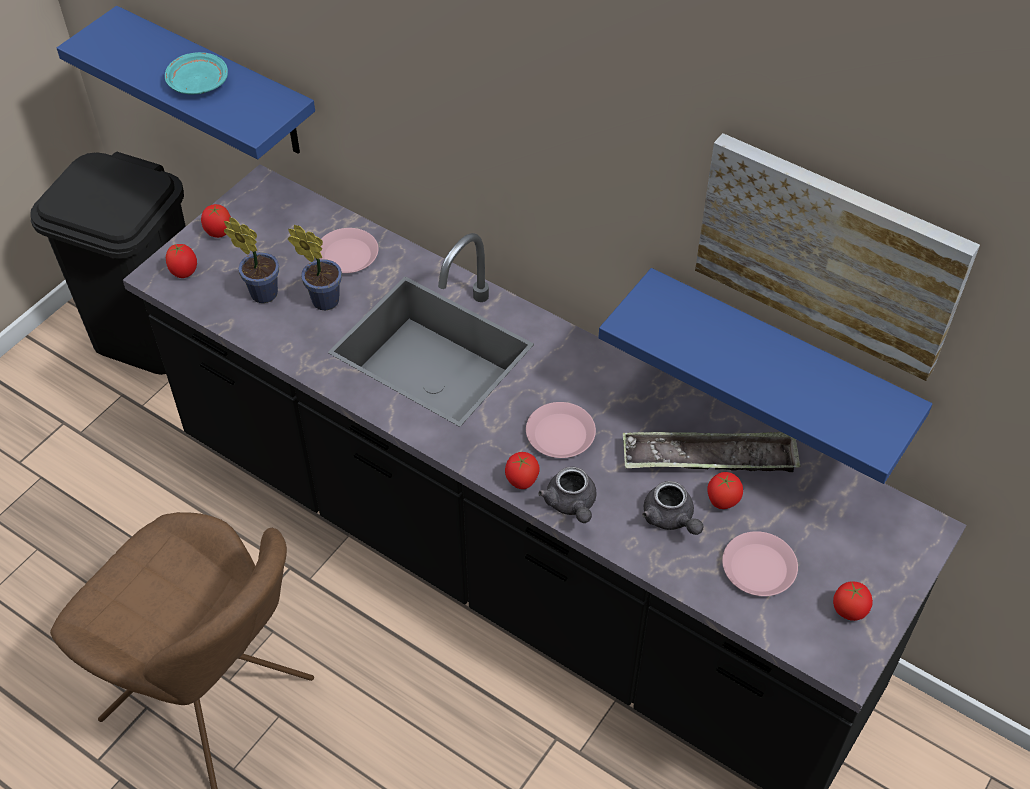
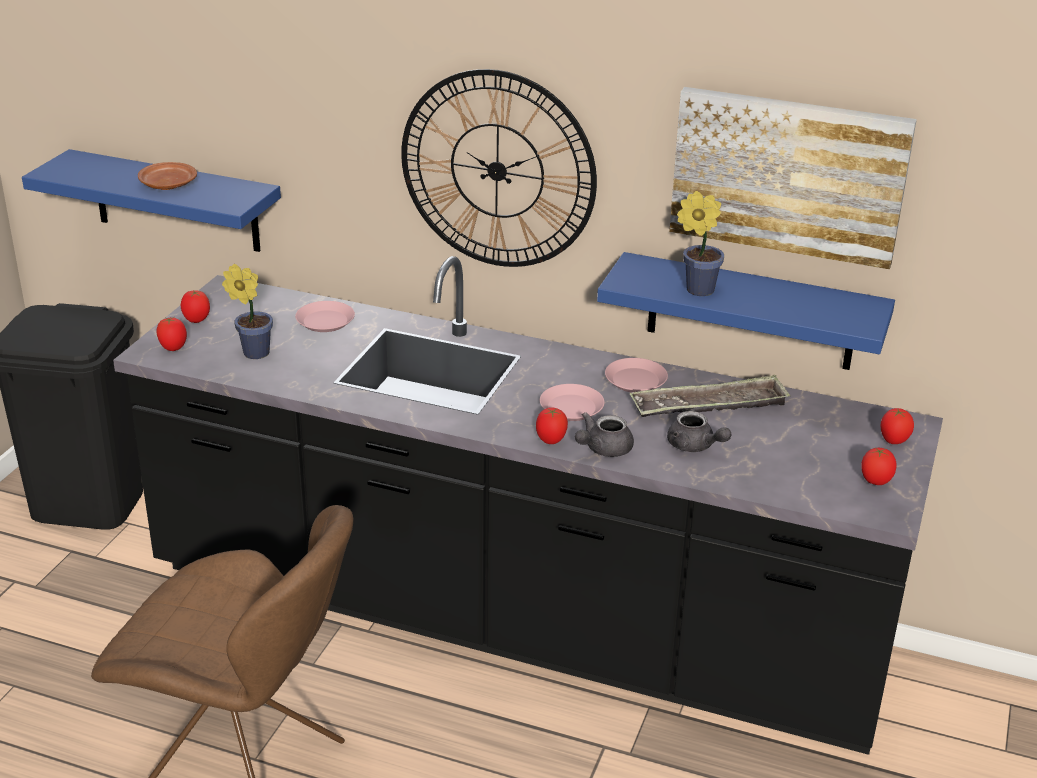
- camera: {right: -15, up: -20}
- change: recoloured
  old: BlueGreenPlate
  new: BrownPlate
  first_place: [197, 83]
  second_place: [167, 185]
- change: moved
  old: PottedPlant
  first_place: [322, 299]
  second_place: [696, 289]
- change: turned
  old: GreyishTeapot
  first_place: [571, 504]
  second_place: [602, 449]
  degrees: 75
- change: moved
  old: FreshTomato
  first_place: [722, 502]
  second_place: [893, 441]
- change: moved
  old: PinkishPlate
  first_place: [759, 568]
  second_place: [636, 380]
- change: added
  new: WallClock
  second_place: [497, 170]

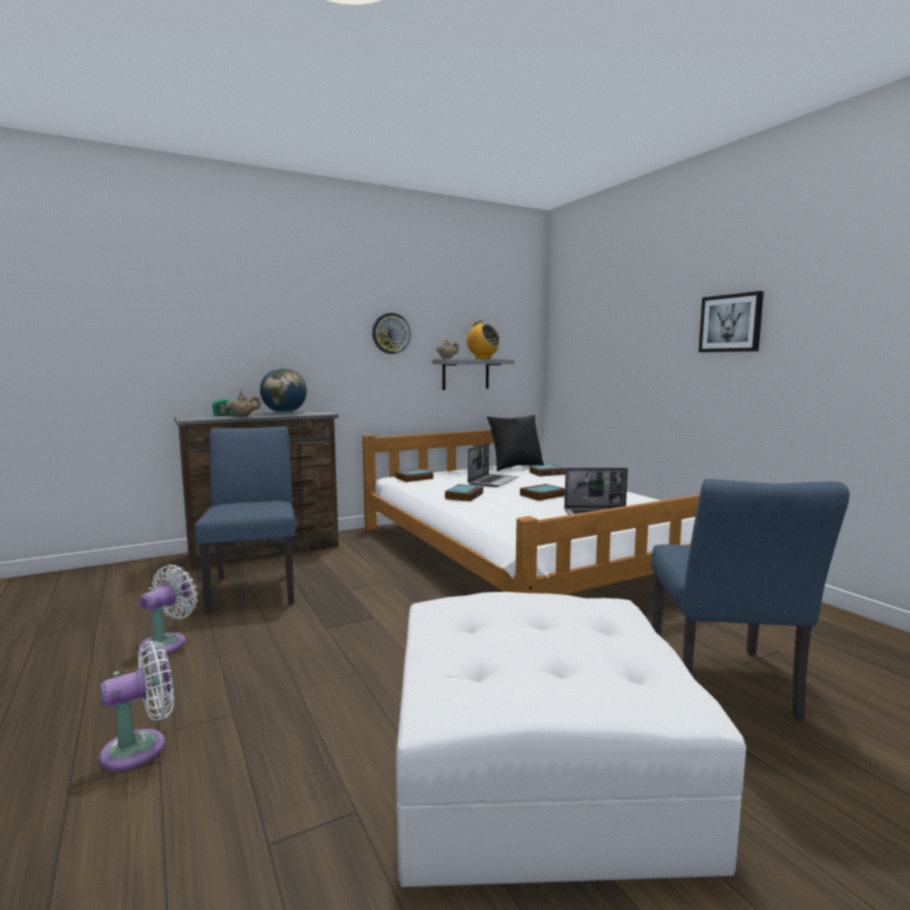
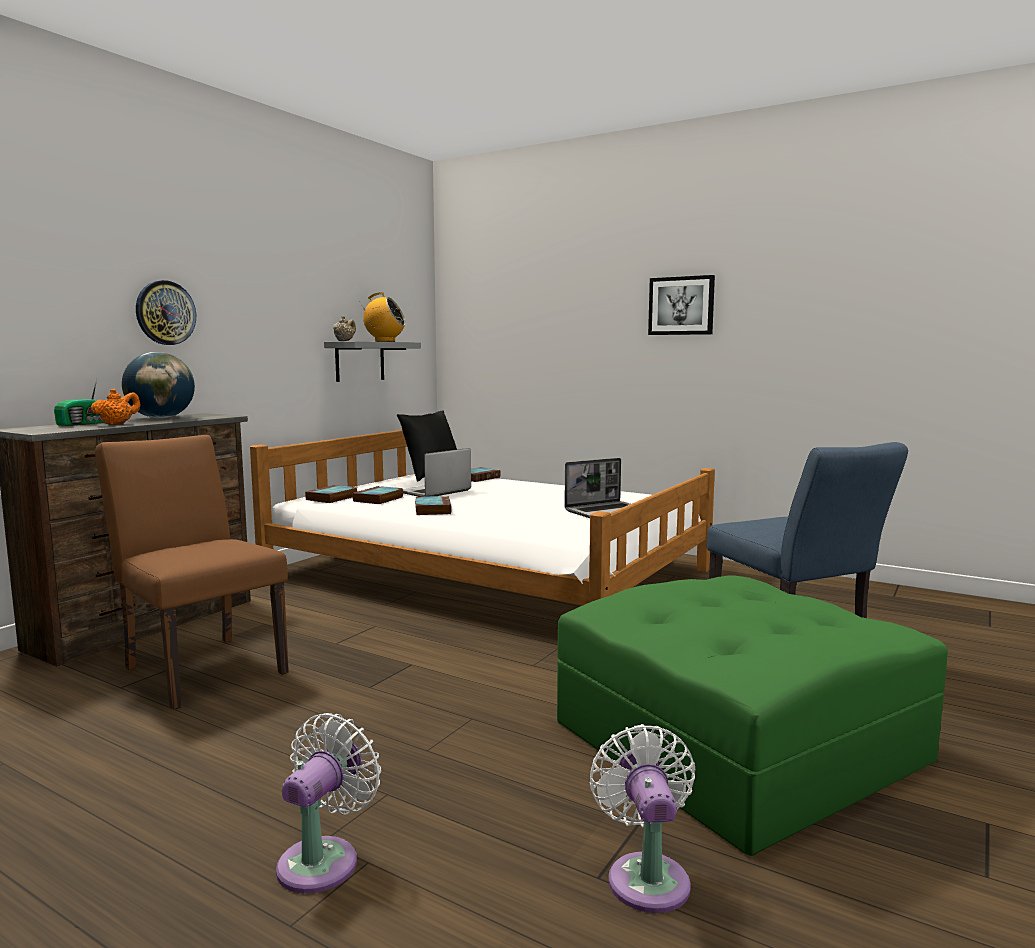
- camera: {right: -30, up: 0}
- change: moved
  old: WhiteColouredElectricFan
  first_place: [167, 643]
  second_place: [646, 876]
- change: recoloured
  old: BlueChair
  new: BrownChair
  first_place: [254, 587]
  second_place: [200, 666]
- change: recoloured
  old: BeigeTeapot
  new: OrangeTeapot
  first_place: [243, 416]
  second_place: [117, 424]
- change: moved
  old: WallClock
  first_place: [391, 333]
  second_place: [165, 313]
- change: recoloured
  old: WhiteColouredFootrest
  new: GreenColouredFootrest
  first_place: [539, 768]
  second_place: [738, 741]
- change: turned
  old: Laptop
  first_place: [493, 481]
  second_place: [435, 492]
  degrees: -135
- change: moved
  old: Volume
  first_place: [542, 496]
  second_place: [378, 499]

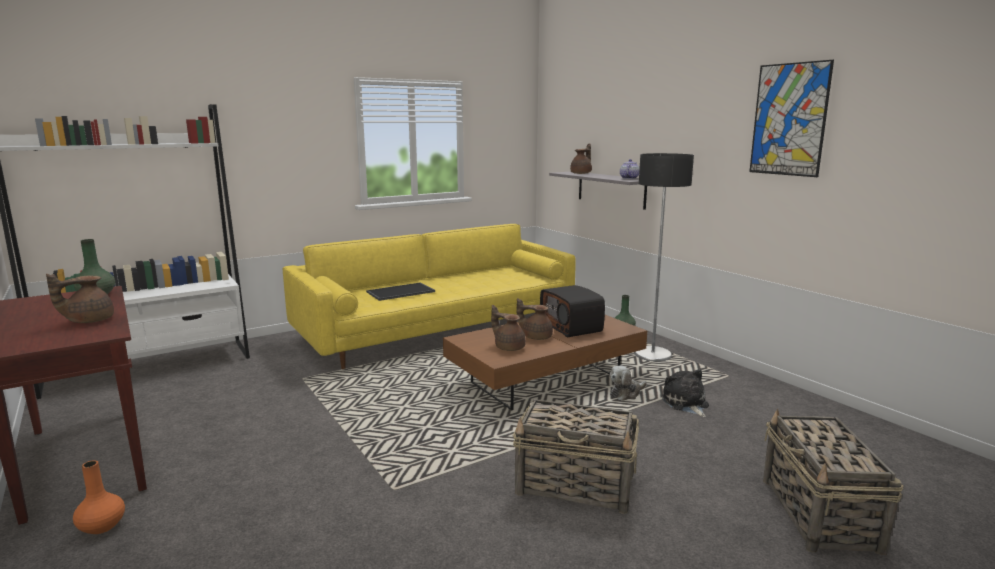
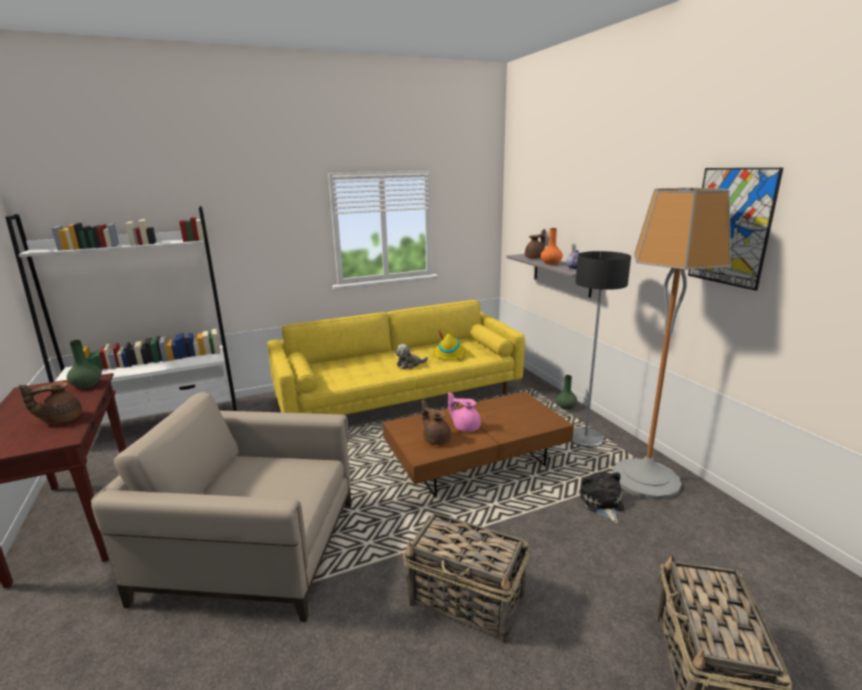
- camera: {right: 10, up: 5}
- change: moved
  old: OrangeDecorativeVase
  first_place: [102, 526]
  second_place: [551, 263]
- change: removed
  old: Tray
  first_place: [400, 292]
- change: recoloured
  old: BrownTeapot
  new: PinkishTeapot
  first_place: [536, 337]
  second_place: [465, 427]
- change: removed
  old: RadioSet
  first_place: [572, 327]
- change: moved
  old: SoftToy
  first_place: [626, 394]
  second_place: [409, 365]
- change: added
  new: BeigeArmchair
  second_place: [253, 550]
- change: added
  new: YellowishWearableHat
  second_place: [449, 354]
- change: added
  new: StandardLamp
  second_place: [645, 479]

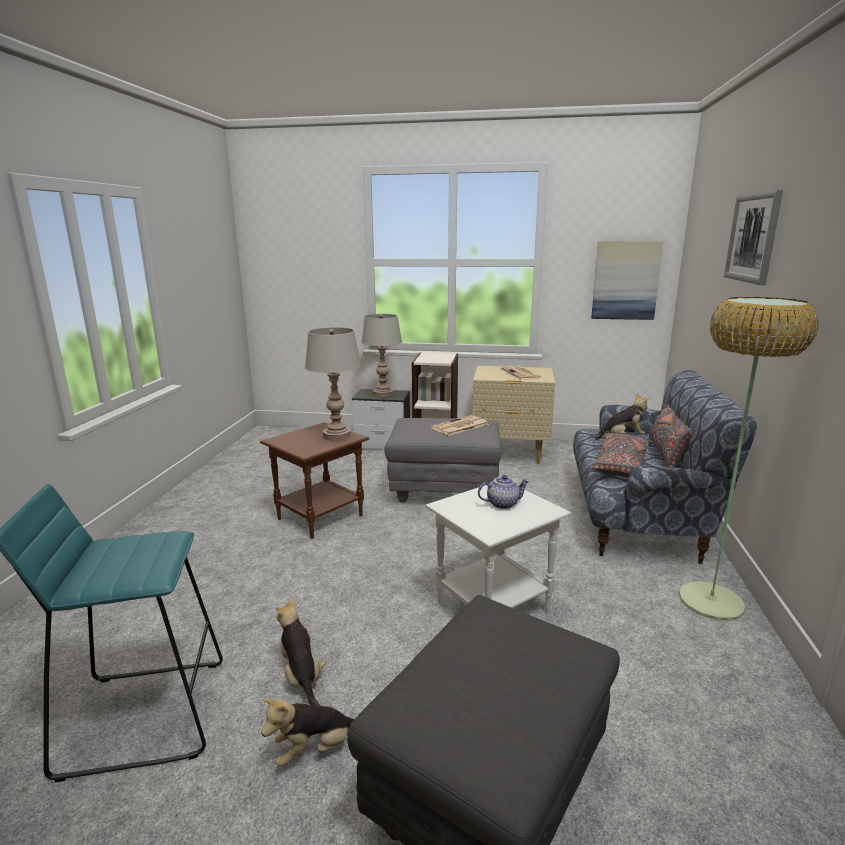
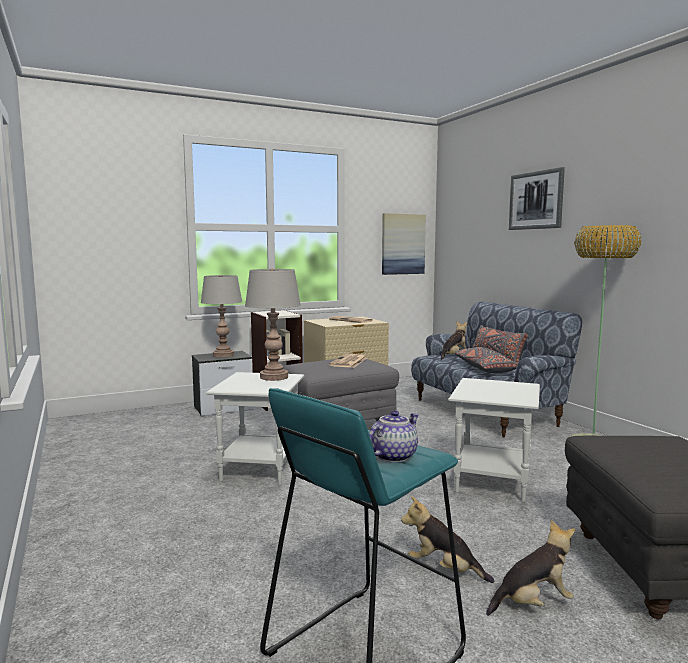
- camera: {right: -35, up: -10}
- change: recoloured
  old: BrownSideTable
  new: WhiteColouredSideTable
  first_place: [321, 517]
  second_place: [260, 469]
- change: turned
  old: SoftToy
  first_place: [315, 749]
  second_place: [533, 603]
  degrees: -135
- change: moved
  old: Teapot
  first_place: [502, 503]
  second_place: [392, 456]

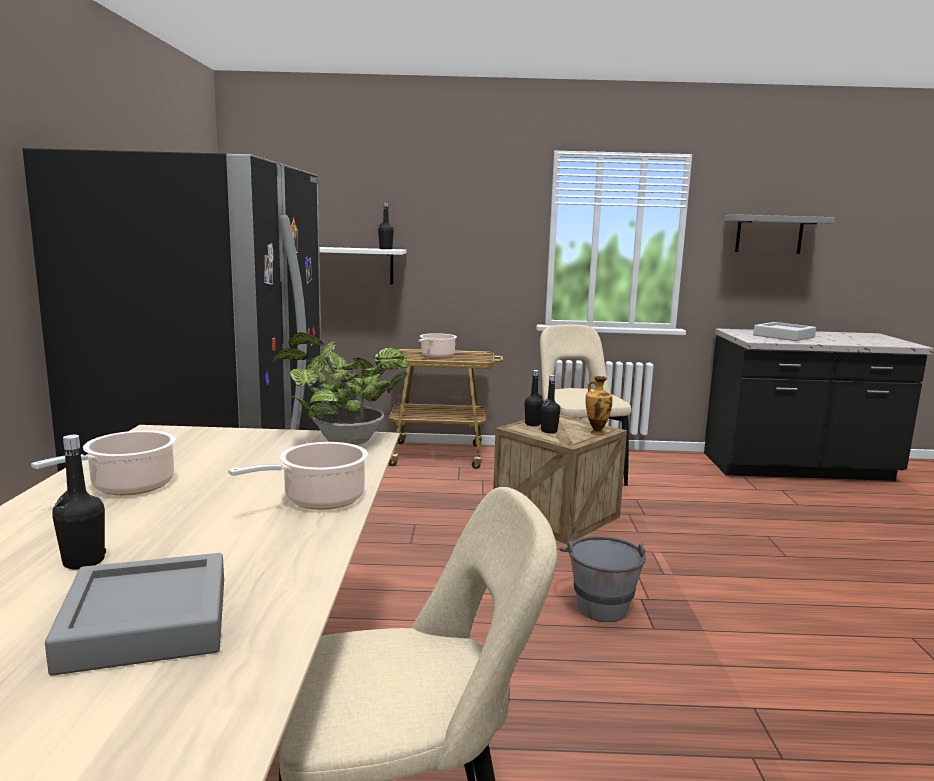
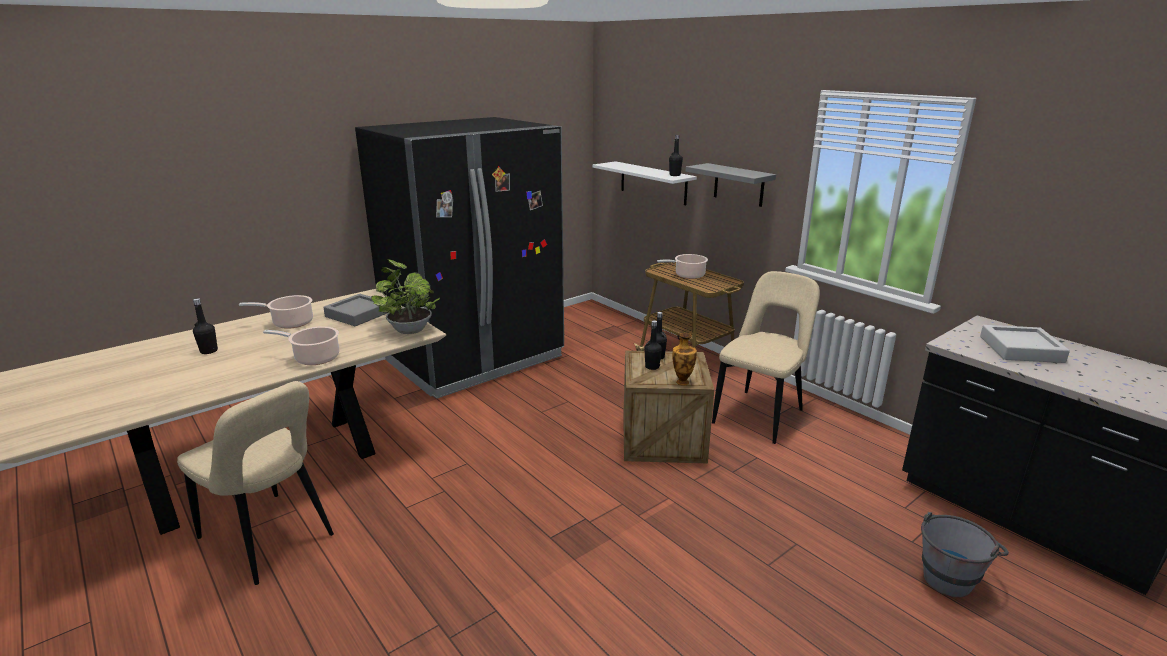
- camera: {right: 50, up: 10}
- change: moved
  old: GreyishTray
  first_place: [146, 623]
  second_place: [358, 314]
- change: moved
  old: GreyishWaterBucket
  first_place: [599, 603]
  second_place: [951, 576]
- change: moved
  old: GreyishShelf
  first_place: [769, 234]
  second_place: [738, 185]

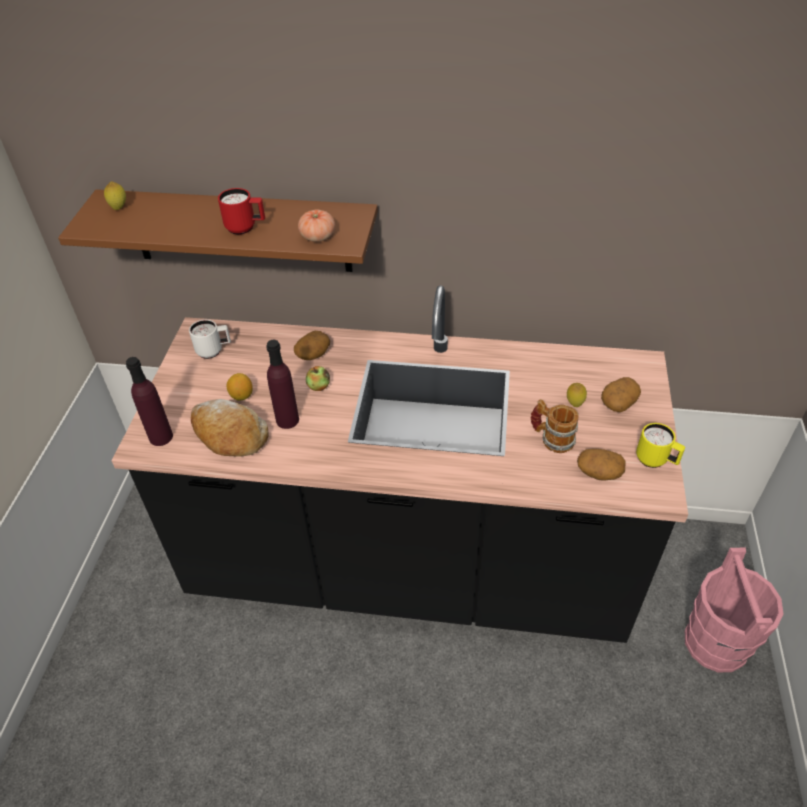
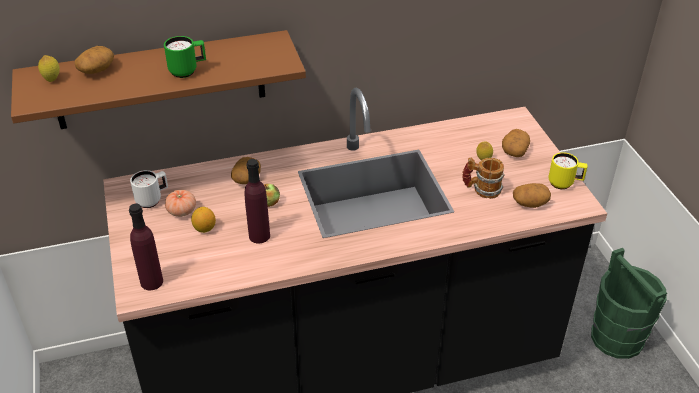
- camera: {right: -25, up: -5}
- change: removed
  old: BakedBread
  first_place: [229, 435]
- change: recoloured
  old: ReddishTeaMug
  new: GreenColouredTeaMug
  first_place: [246, 228]
  second_place: [188, 71]
- change: moved
  old: FreshTomato
  first_place: [318, 236]
  second_place: [182, 211]
- change: recoloured
  old: PinkishWaterBucket
  new: GreenColouredWaterBucket
  first_place: [716, 642]
  second_place: [617, 337]
- change: added
  new: WholePotato
  second_place: [96, 70]

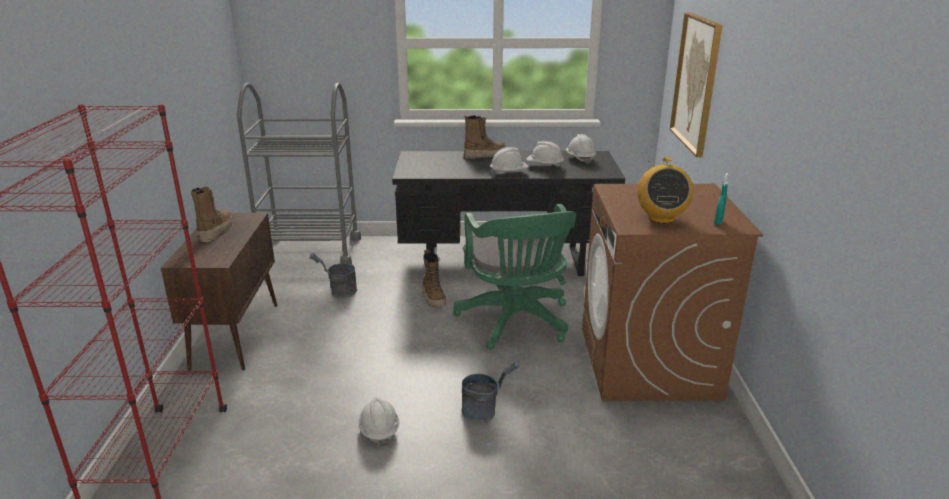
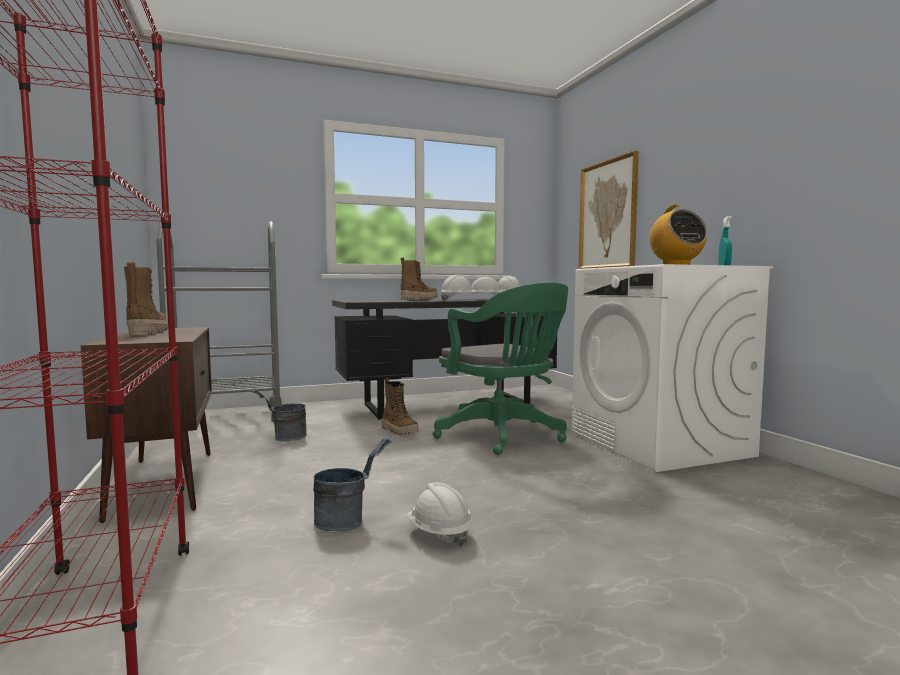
- camera: {right: -20, up: -20}
- change: moved
  old: GreyishWaterBucket
  first_place: [485, 411]
  second_place: [348, 521]
- change: recoloured
  old: BrownLaundryMachine
  new: WhiteColouredLaundryMachine
  first_place: [648, 363]
  second_place: [659, 444]

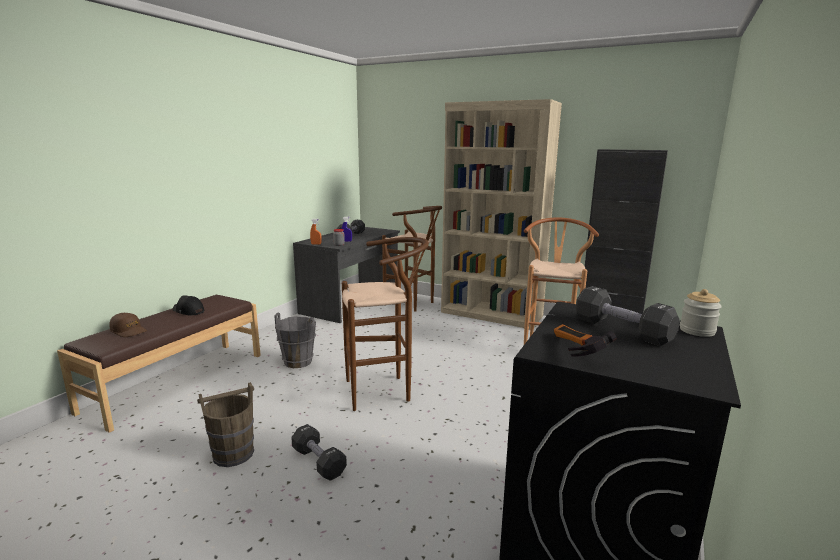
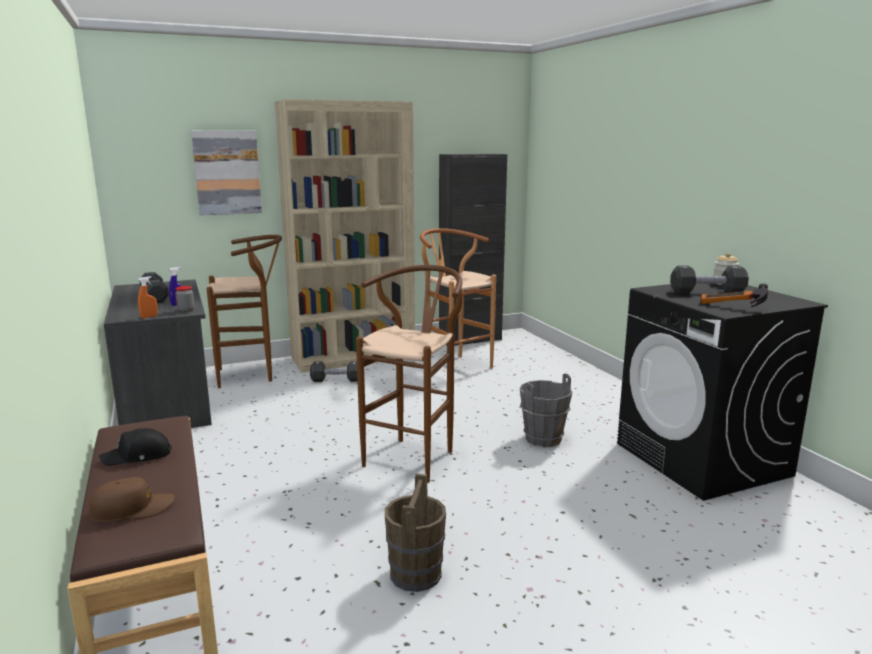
- camera: {right: -50, up: 0}
- change: moved
  old: GreyishWaterBucket
  first_place: [298, 362]
  second_place: [542, 439]
- change: moved
  old: BlackishHandWeight
  first_place: [318, 462]
  second_place: [336, 380]
- change: added
  new: Picture
  second_place: [227, 172]

